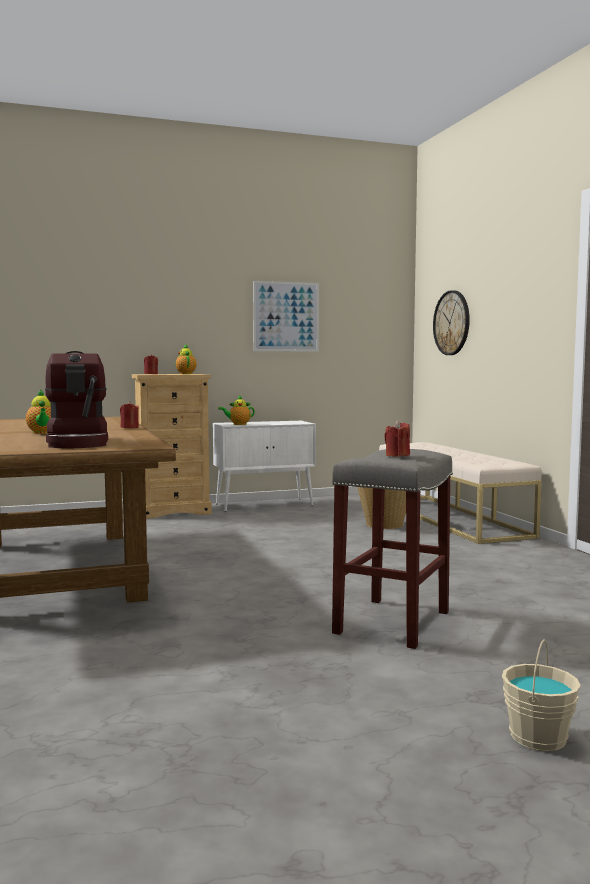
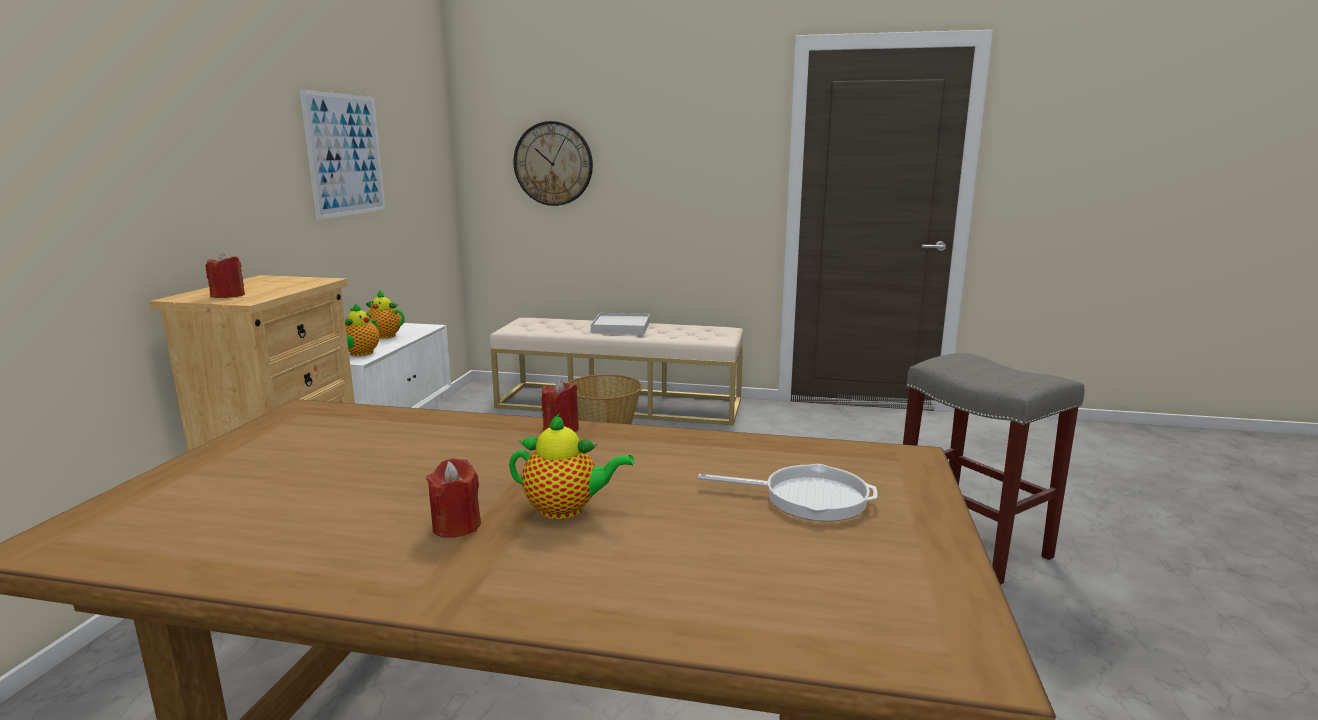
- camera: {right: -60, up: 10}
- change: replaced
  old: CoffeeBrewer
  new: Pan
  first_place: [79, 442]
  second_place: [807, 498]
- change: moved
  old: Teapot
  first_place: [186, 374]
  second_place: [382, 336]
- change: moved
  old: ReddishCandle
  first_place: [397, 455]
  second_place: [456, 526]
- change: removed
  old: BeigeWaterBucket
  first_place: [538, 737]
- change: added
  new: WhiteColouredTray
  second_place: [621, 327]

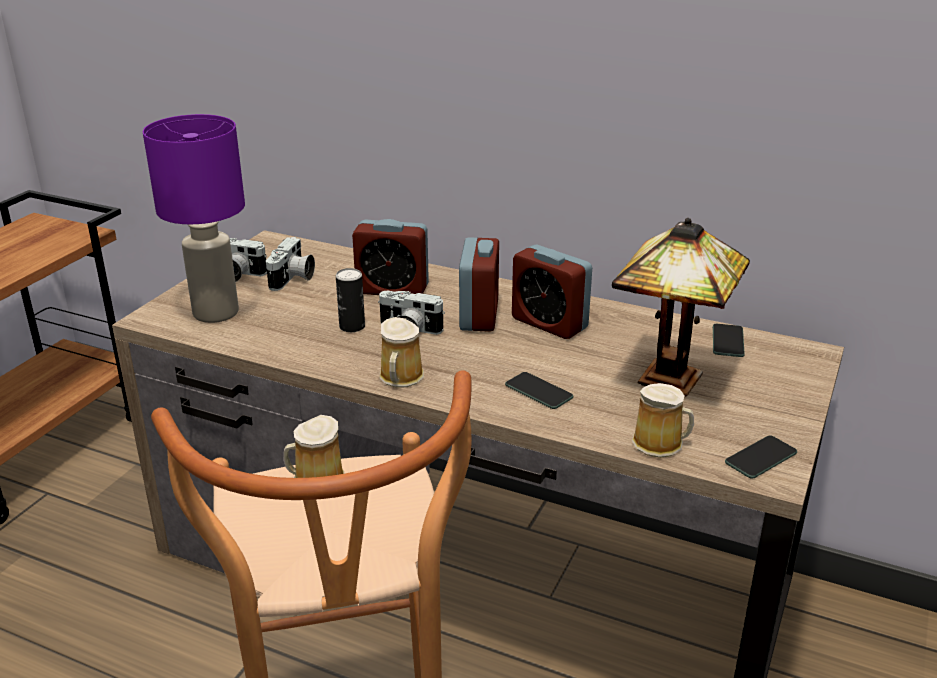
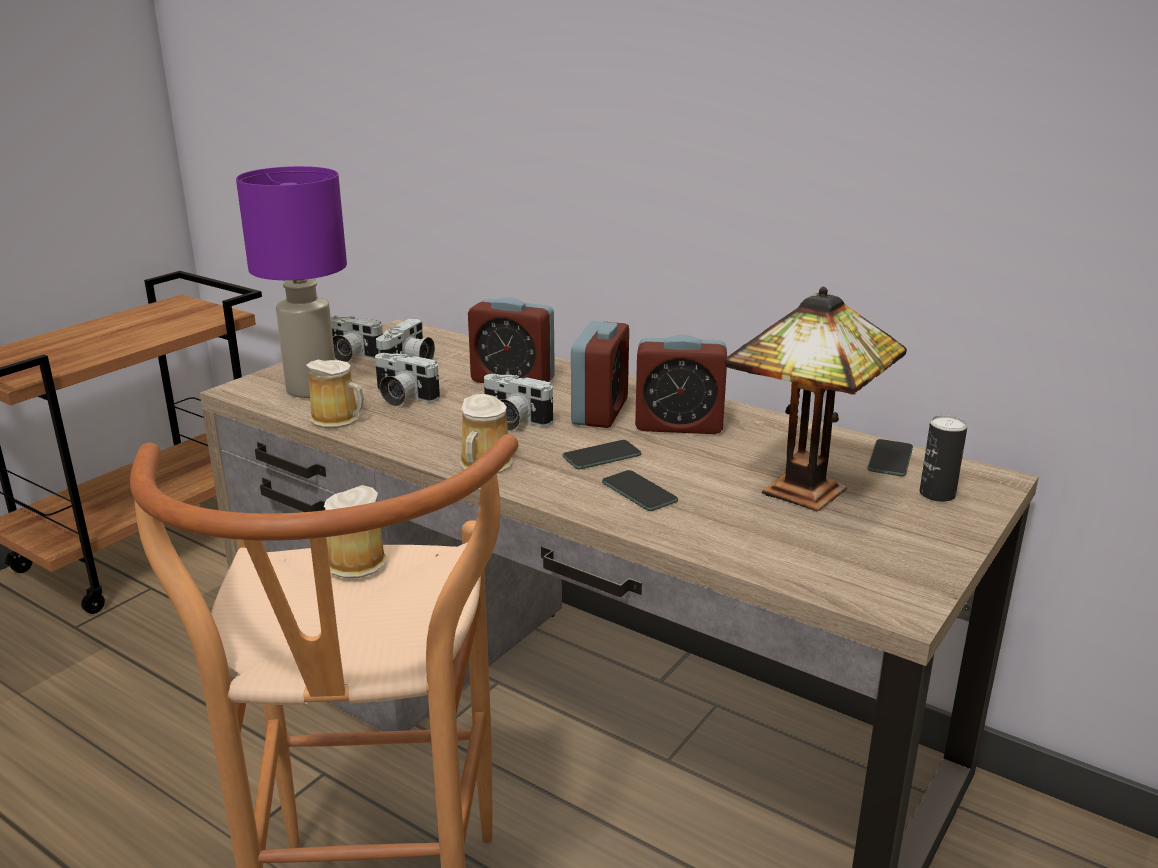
- camera: {right: 10, up: -5}
- change: moved
  old: SealedCan
  first_place: [352, 326]
  second_place: [937, 494]
- change: turned
  old: TableClock
  first_place: [549, 323]
  second_place: [678, 425]
  degrees: -45
- change: moved
  old: TeaMug
  first_place: [661, 443]
  second_place: [338, 419]
- change: moved
  old: Telephone
  first_place: [761, 458]
  second_place: [602, 456]
- change: added
  new: PhotoCamera
  second_place: [402, 397]

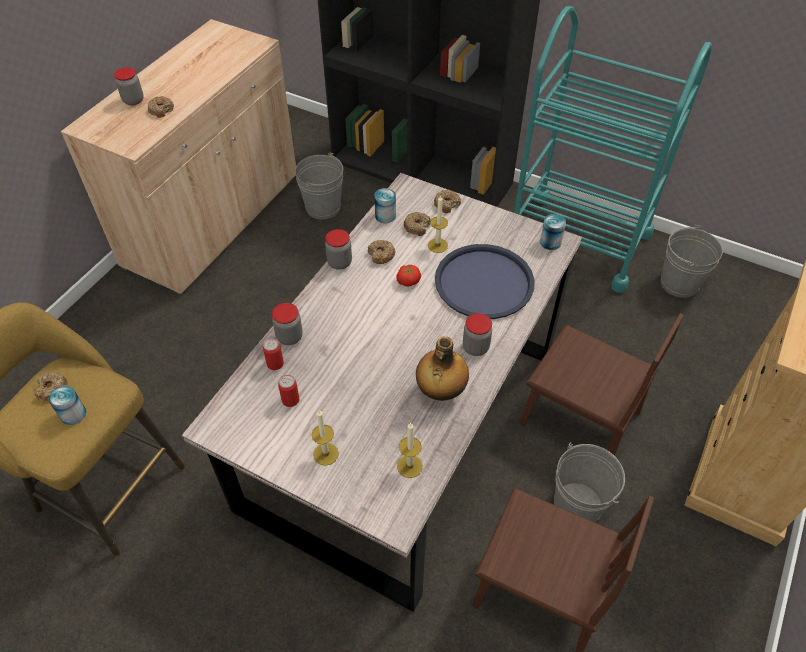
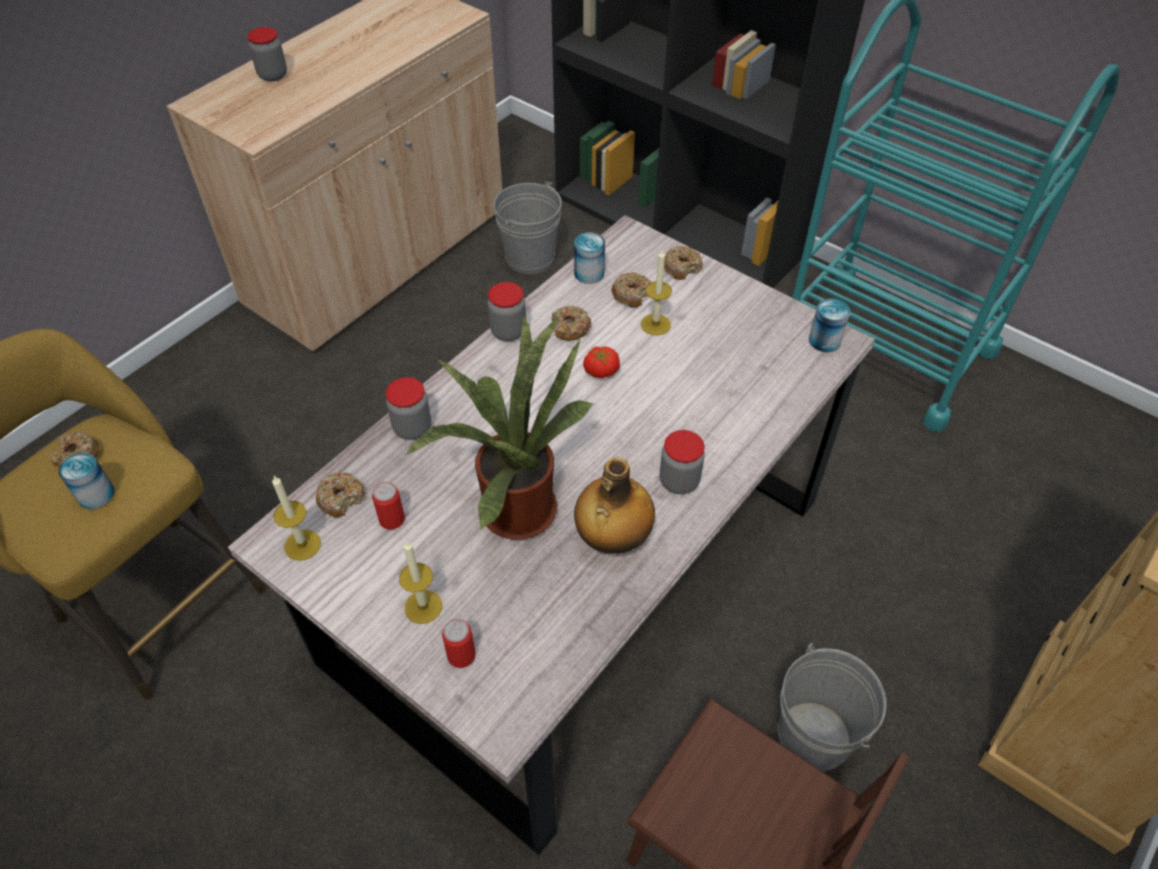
- camera: {right: 10, up: 0}
- change: moved
  old: Doughnut
  first_place: [161, 110]
  second_place: [341, 498]
- change: moved
  old: SealedCan
  first_place: [275, 364]
  second_place: [461, 655]
- change: moved
  old: Candle
  first_place: [409, 466]
  second_place: [302, 545]
- change: removed
  old: BlueTray
  first_place: [484, 282]
- change: removed
  old: BrownChair
  first_place: [579, 418]
- change: removed
  old: GreyishWaterBucket
  first_place: [679, 283]
- change: added
  new: PottedPlant
  second_place: [513, 505]

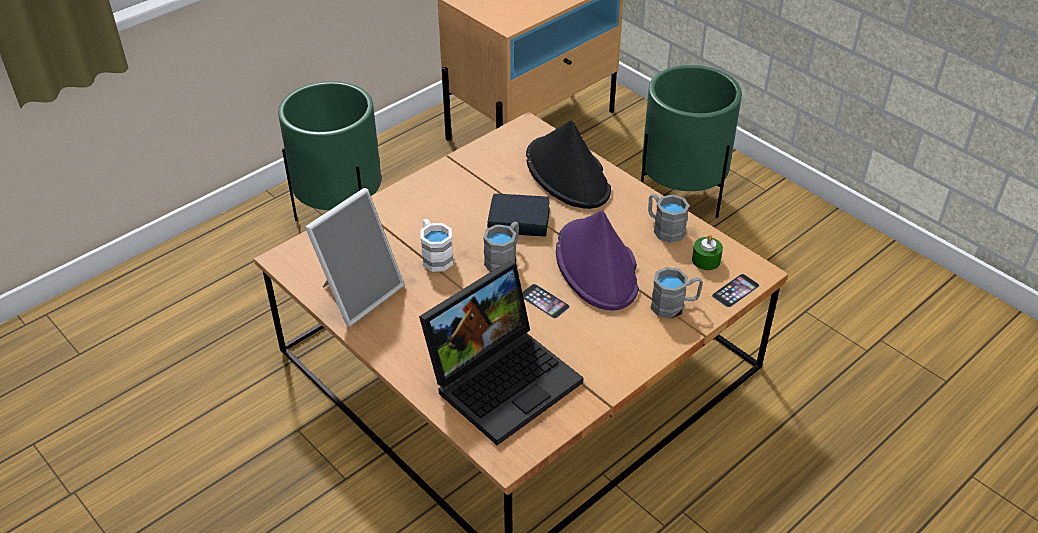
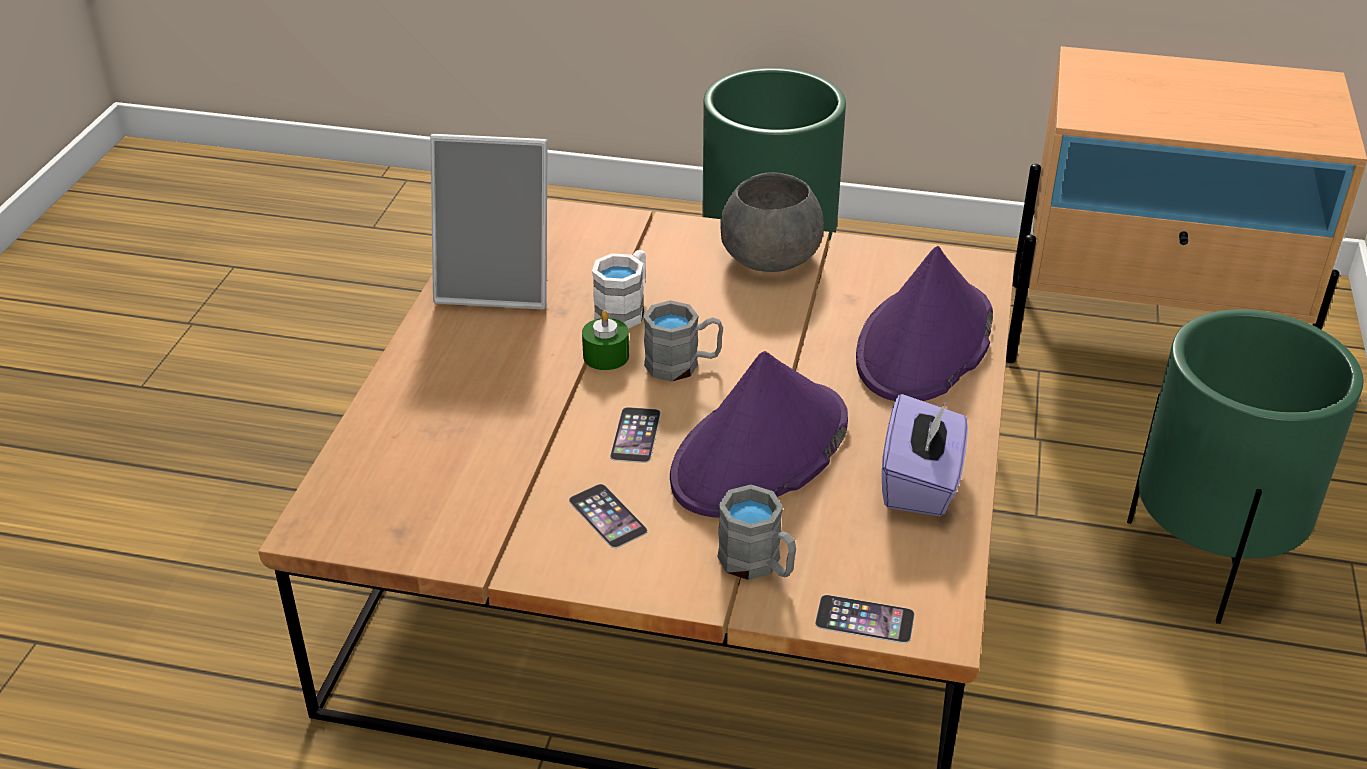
- camera: {right: 55, up: -5}
- change: removed
  old: Laptop
  first_place: [504, 378]
- change: removed
  old: Volume
  first_place: [519, 221]
- change: recoloured
  old: BlackishWearableHat
  new: PurplishWearableHat
  first_place: [568, 174]
  second_place: [924, 343]
- change: replaced
  old: GreyishTeaMug
  new: PurplishTissueHolder
  first_place: [664, 228]
  second_place: [921, 483]
- change: moved
  old: GreenColouredCandle
  first_place: [706, 260]
  second_place: [606, 356]
- change: added
  new: Telephone
  second_place: [607, 515]
- change: added
  new: GreyishBowl
  second_place: [769, 257]

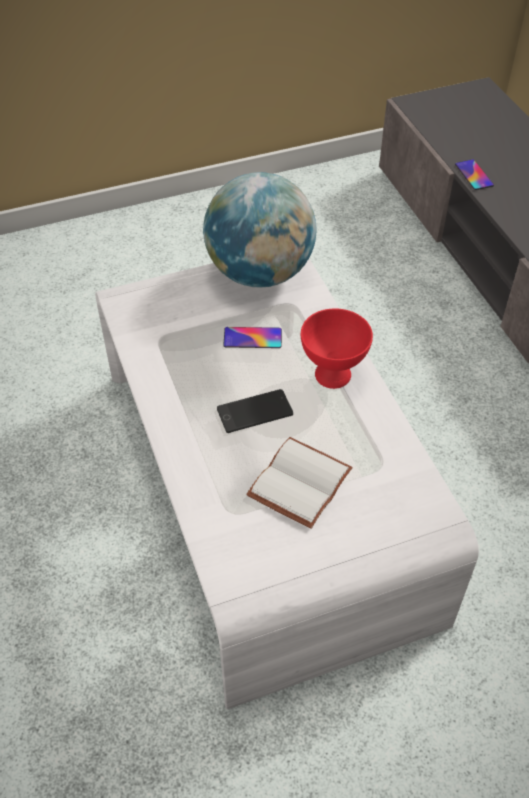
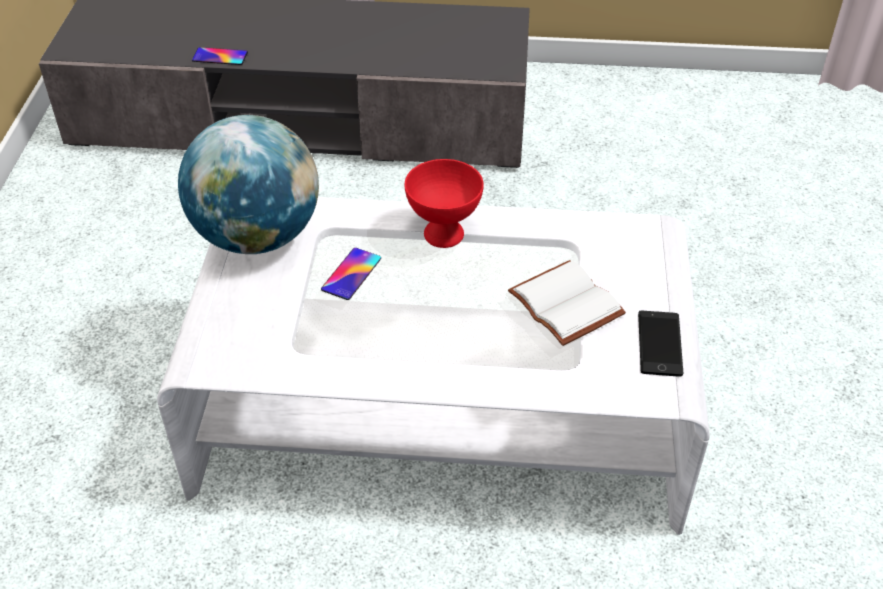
- camera: {right: -65, up: -5}
- change: moved
  old: Telephone
  first_place: [255, 412]
  second_place: [659, 344]

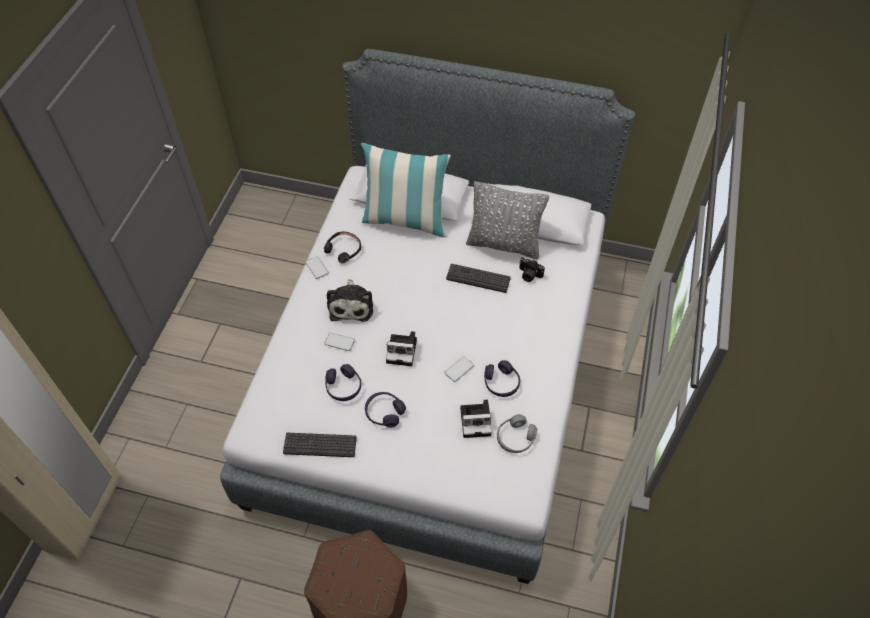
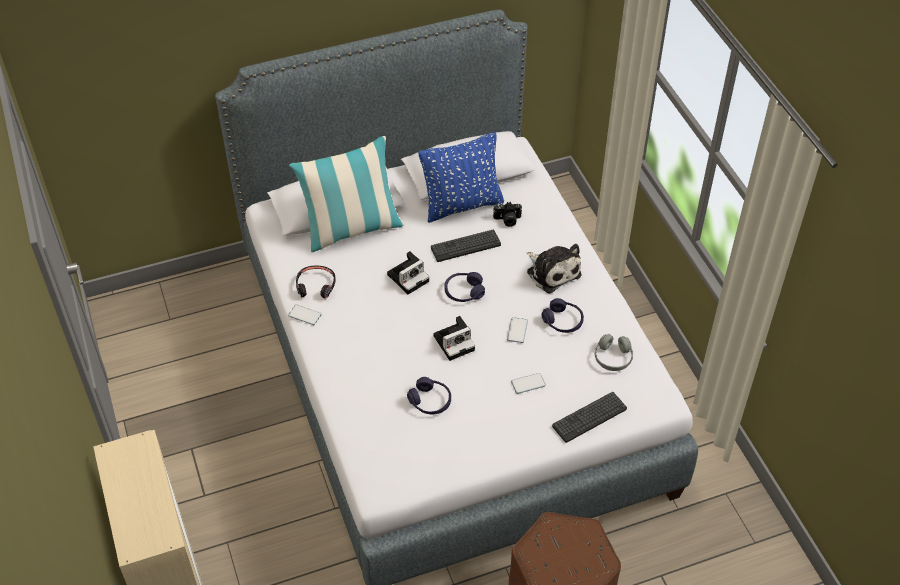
- camera: {right: -35, up: -5}
- change: moved
  old: Keyboard
  first_place: [320, 445]
  second_place: [589, 417]
- change: moved
  old: Telephone
  first_place: [339, 342]
  second_place: [528, 384]
- change: moved
  old: SoftToy
  first_place: [351, 305]
  second_place: [552, 272]
- change: moved
  old: PurplishHeadset
  first_place: [384, 412]
  second_place: [464, 292]
- change: moved
  old: PhotoCamera
  first_place: [477, 421]
  second_place: [409, 277]
- change: recoloured
  old: GreyishThrowPillow
  new: BlueThrowPillow
  first_place: [504, 244]
  second_place: [462, 205]

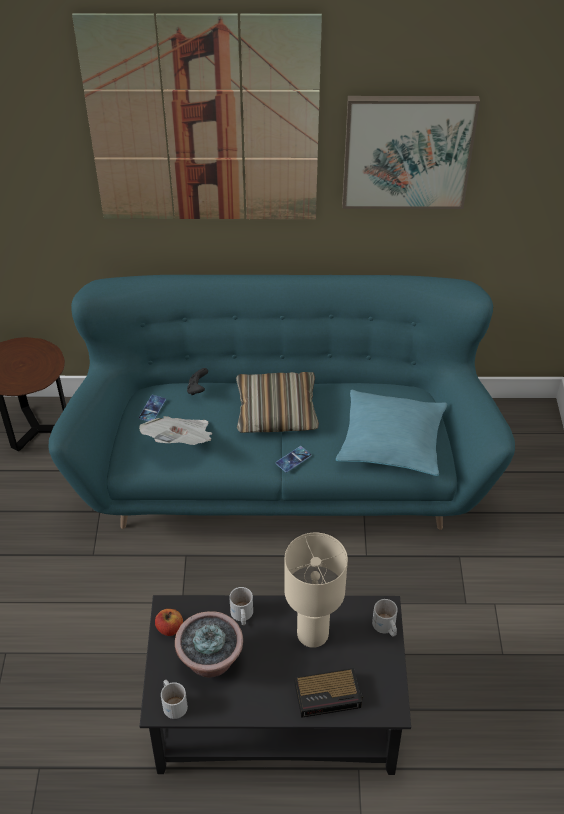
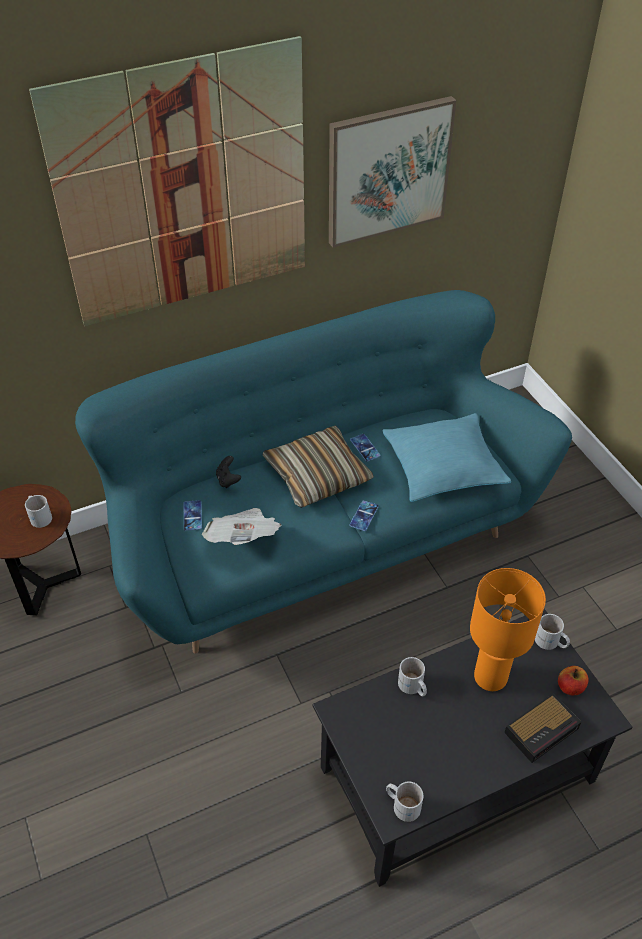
- camera: {right: -25, up: 0}
- change: moved
  old: Apple
  first_place: [170, 628]
  second_place: [570, 687]
- change: removed
  old: PottedPlant
  first_place: [210, 661]
- change: recoloured
  old: BeigeLampForATable
  new: OrangeLampForATable
  first_place: [313, 633]
  second_place: [490, 676]
- change: added
  new: WhiteColouredTeaMug
  second_place: [40, 516]
- change: added
  new: Telephone
  second_place: [365, 448]

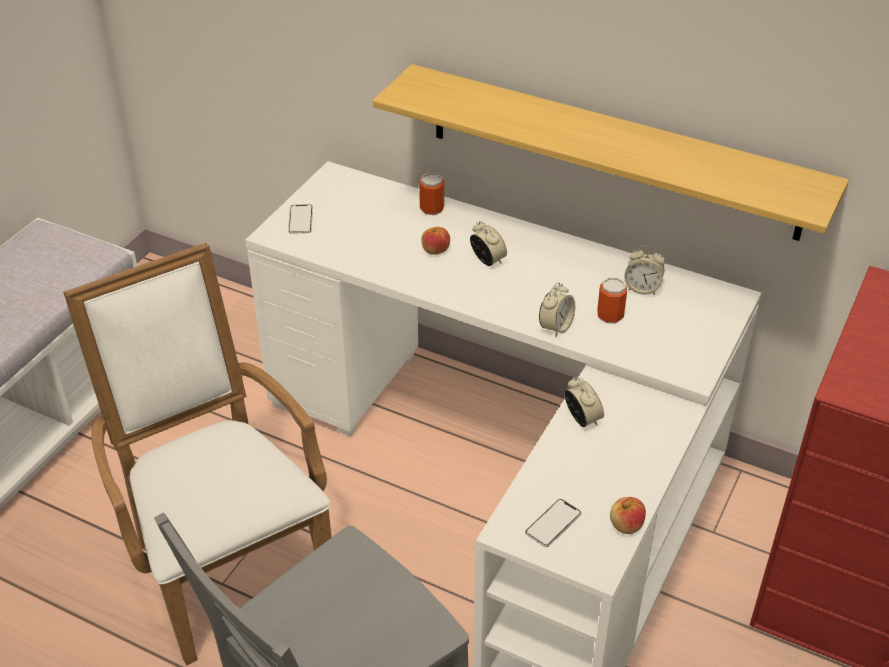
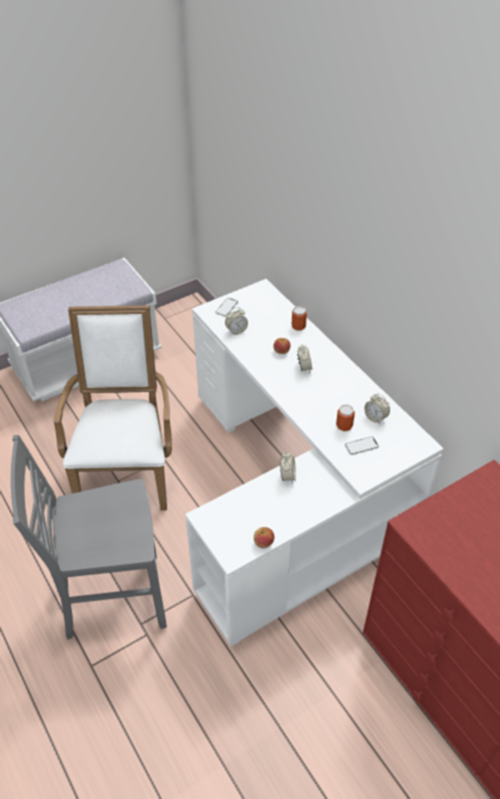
- camera: {right: 30, up: 5}
- change: removed
  old: Shelf
  first_place: [612, 152]
- change: moved
  old: Telephone
  first_place: [553, 523]
  second_place: [361, 446]
- change: moved
  old: TableClock
  first_place: [555, 327]
  second_place: [236, 331]

